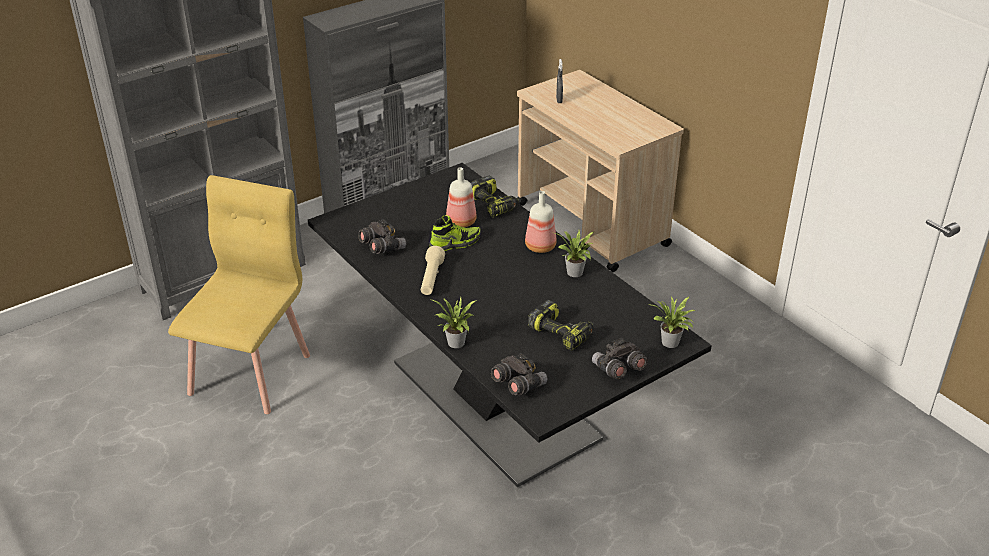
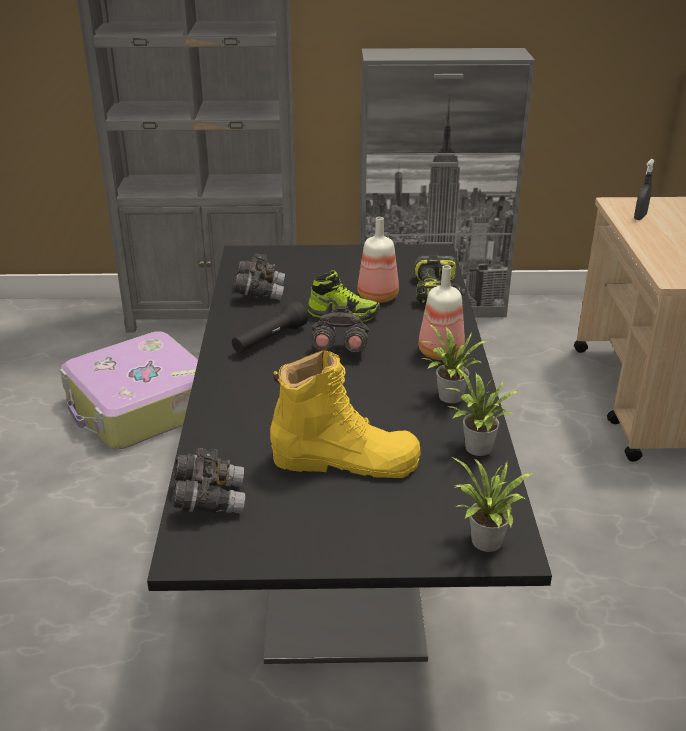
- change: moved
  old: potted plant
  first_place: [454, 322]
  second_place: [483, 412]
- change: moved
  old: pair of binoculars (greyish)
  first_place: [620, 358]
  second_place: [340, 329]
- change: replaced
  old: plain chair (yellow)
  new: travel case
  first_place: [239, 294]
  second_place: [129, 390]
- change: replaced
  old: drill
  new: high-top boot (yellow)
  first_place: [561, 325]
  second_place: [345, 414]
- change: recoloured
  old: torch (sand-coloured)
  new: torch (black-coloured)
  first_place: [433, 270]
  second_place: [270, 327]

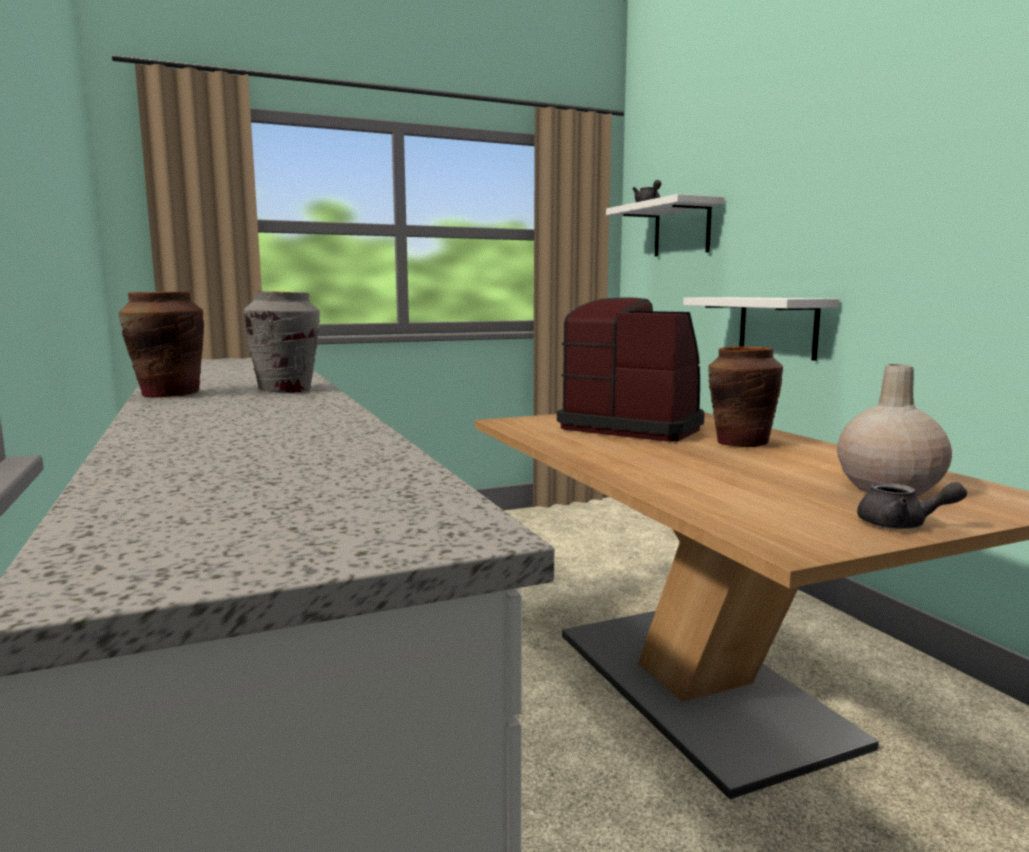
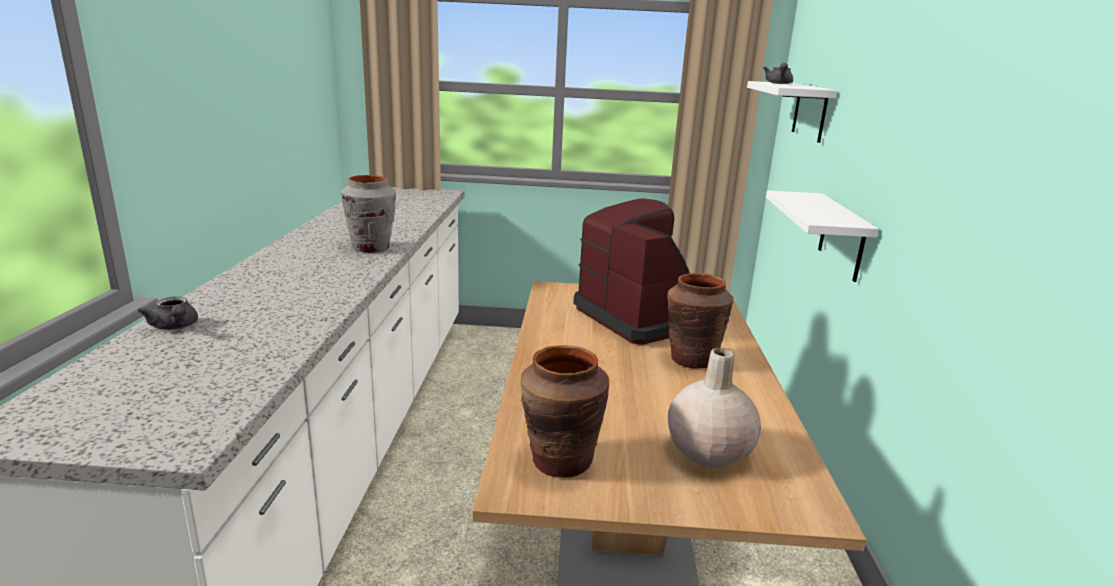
- change: moved
  old: vase (brownish)
  first_place: [161, 344]
  second_place: [565, 411]
- change: moved
  old: pot for tea (greyish)
  first_place: [912, 505]
  second_place: [168, 313]

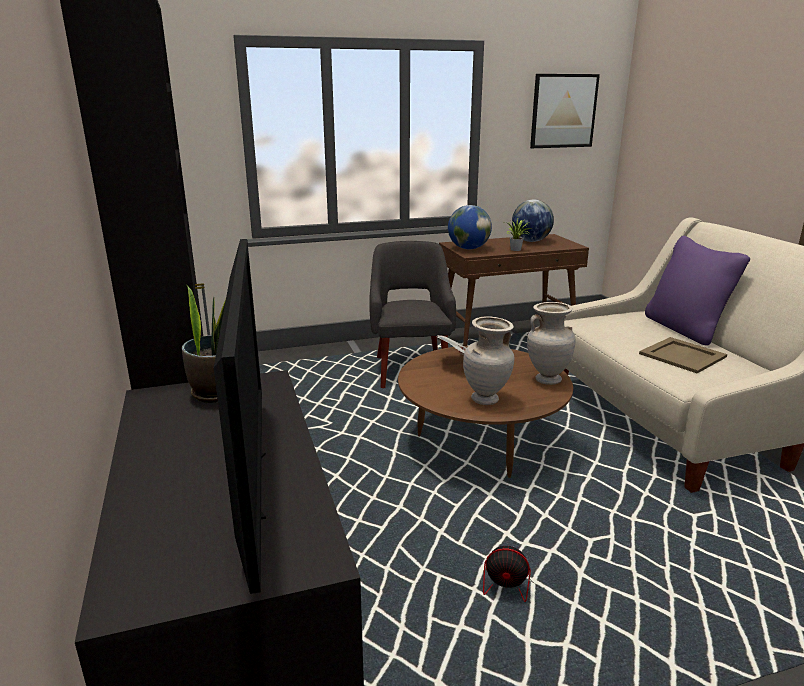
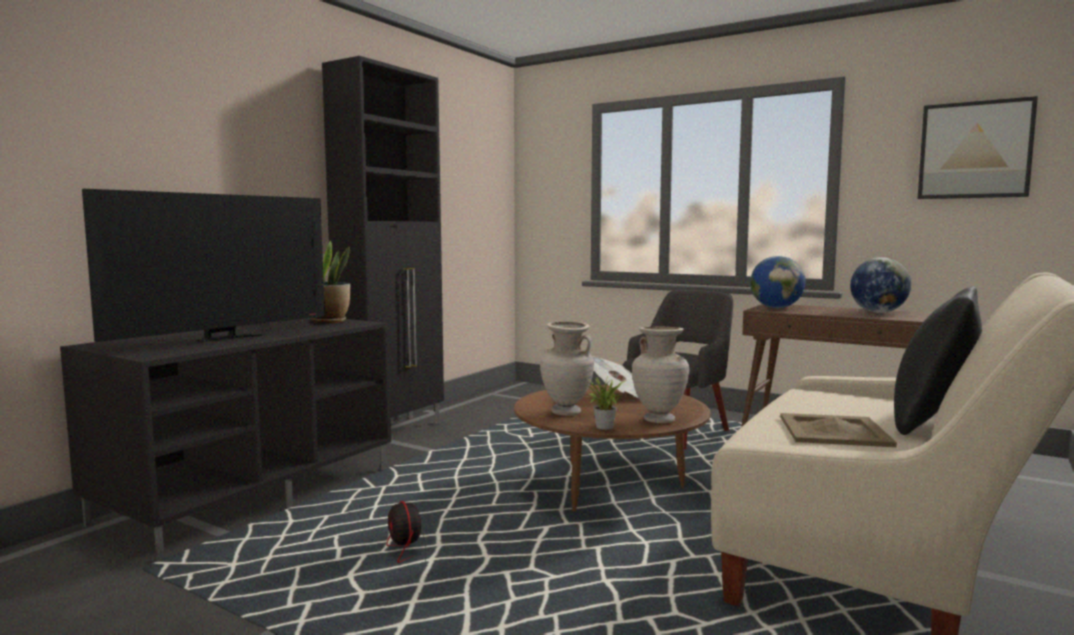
- change: moved
  old: potted plant
  first_place: [518, 235]
  second_place: [605, 402]
- change: recoloured
  old: pillow (purple)
  new: pillow (black-coloured)
  first_place: [697, 291]
  second_place: [938, 361]

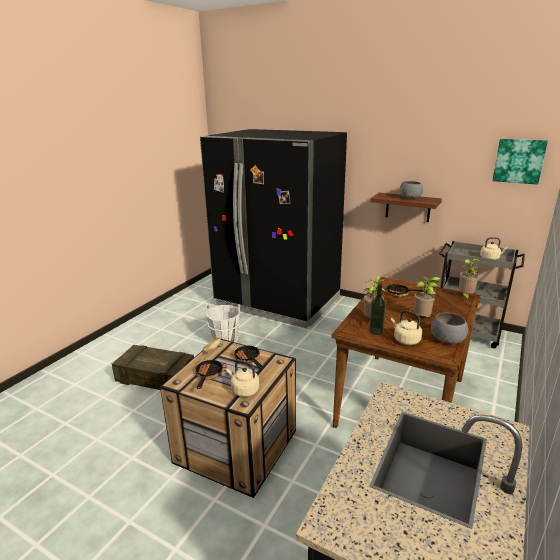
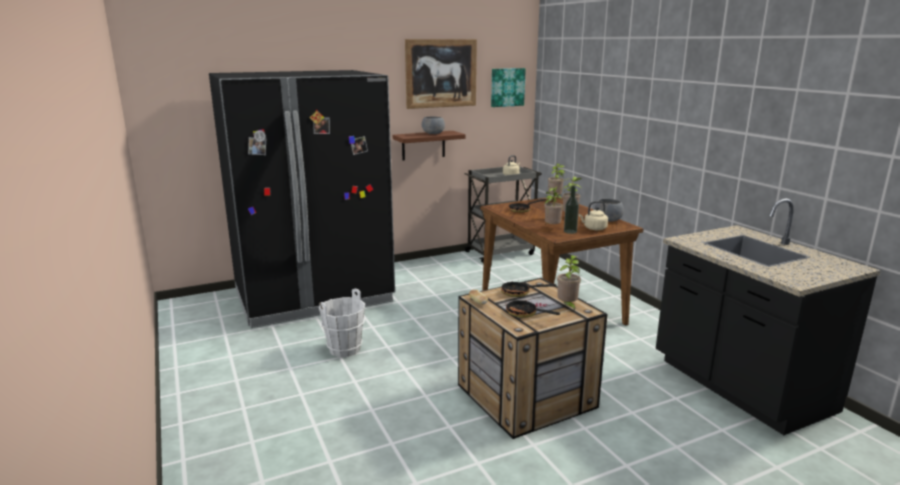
- change: removed
  old: shipping crate
  first_place: [153, 367]
- change: added
  new: wall art
  second_place: [441, 74]
- change: replaced
  old: water kettle (sand-coloured)
  new: potted plant
  first_place: [242, 378]
  second_place: [569, 283]

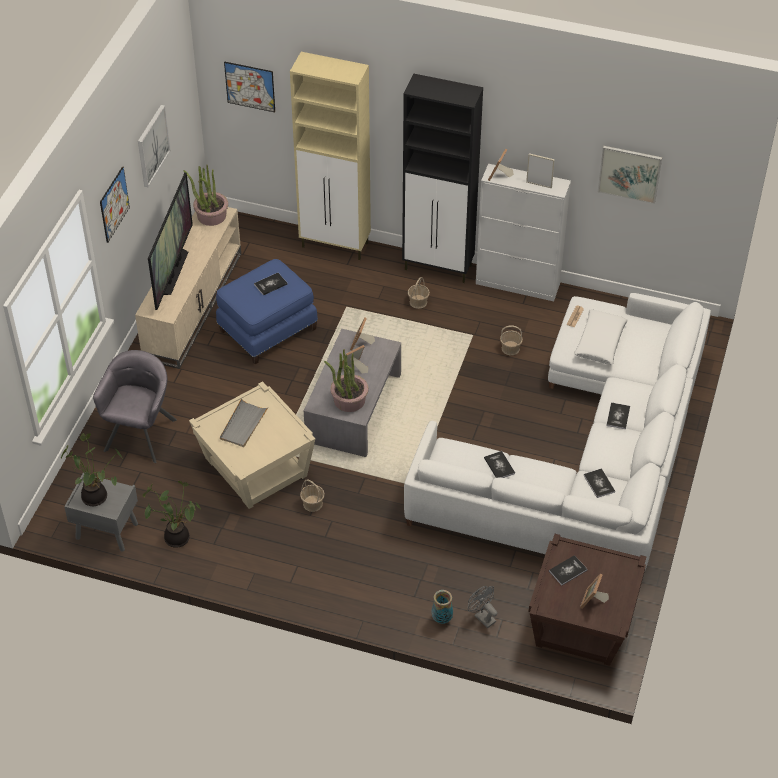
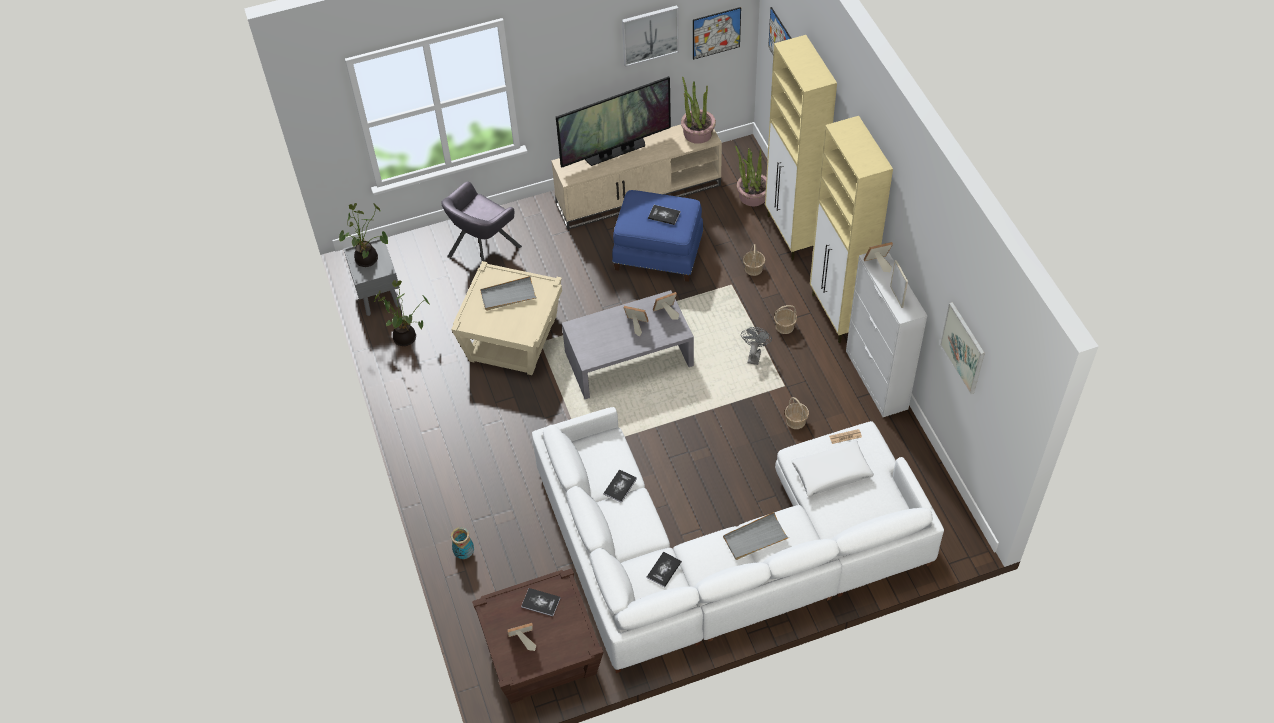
- change: moved
  old: wall art
  first_place: [115, 204]
  second_place: [717, 33]
- change: moved
  old: storage basket
  first_place: [312, 495]
  second_place: [754, 260]
- change: moved
  old: potted plant
  first_place: [346, 380]
  second_place: [750, 176]
- change: moved
  old: fan (greyish)
  first_place: [482, 607]
  second_place: [756, 346]
- change: replaced
  old: volume
  new: tray (greyish)
  first_place: [618, 415]
  second_place: [756, 536]
- change: recoloured
  old: storage cabinet (black-coloured)
  new: storage cabinet (sand-coloured)
  first_place: [442, 178]
  second_place: [851, 229]
- change: turned
  old: easy chair (greyish)
  first_place: [135, 406]
  second_place: [481, 221]
  degrees: 150

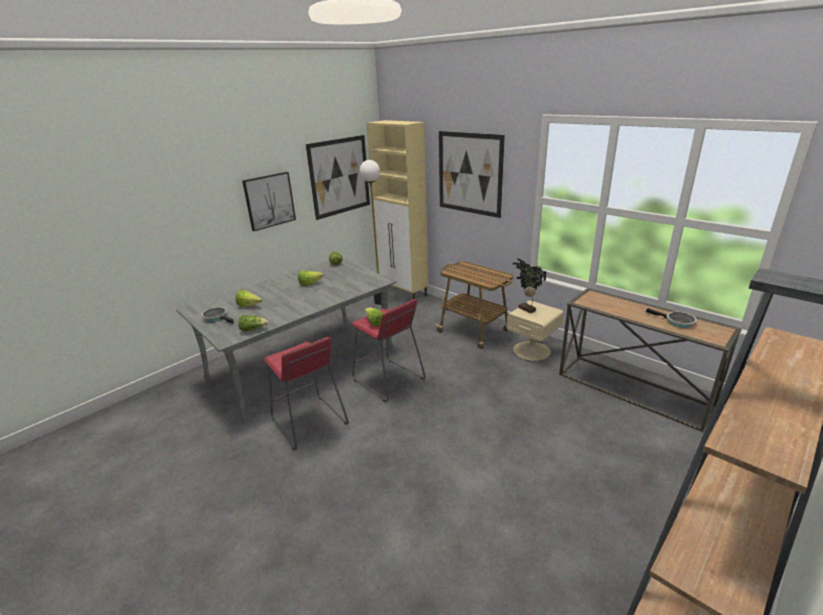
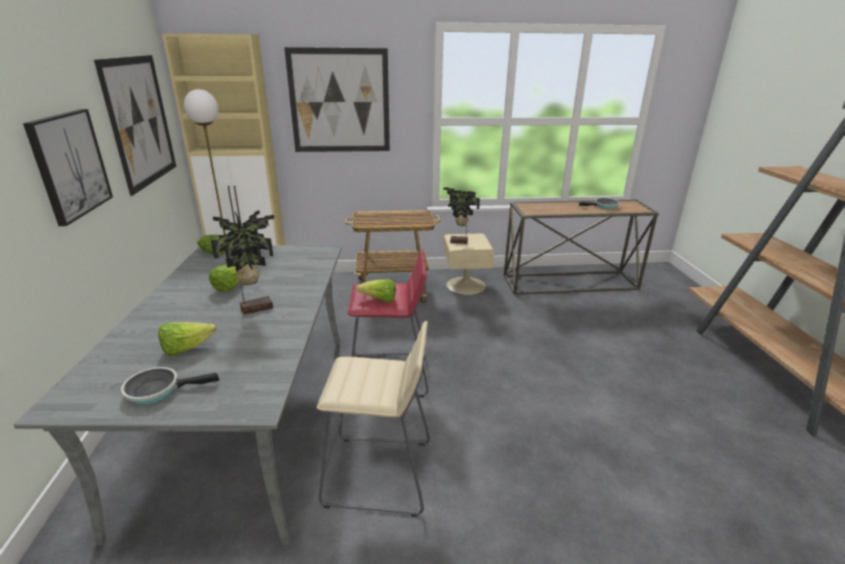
- change: removed
  old: lettuce
  first_place: [253, 323]
- change: added
  new: potted plant
  second_place: [242, 262]
- change: recoloured
  old: sitting stool (red-coloured)
  new: sitting stool (sand-coloured)
  first_place: [306, 393]
  second_place: [373, 419]

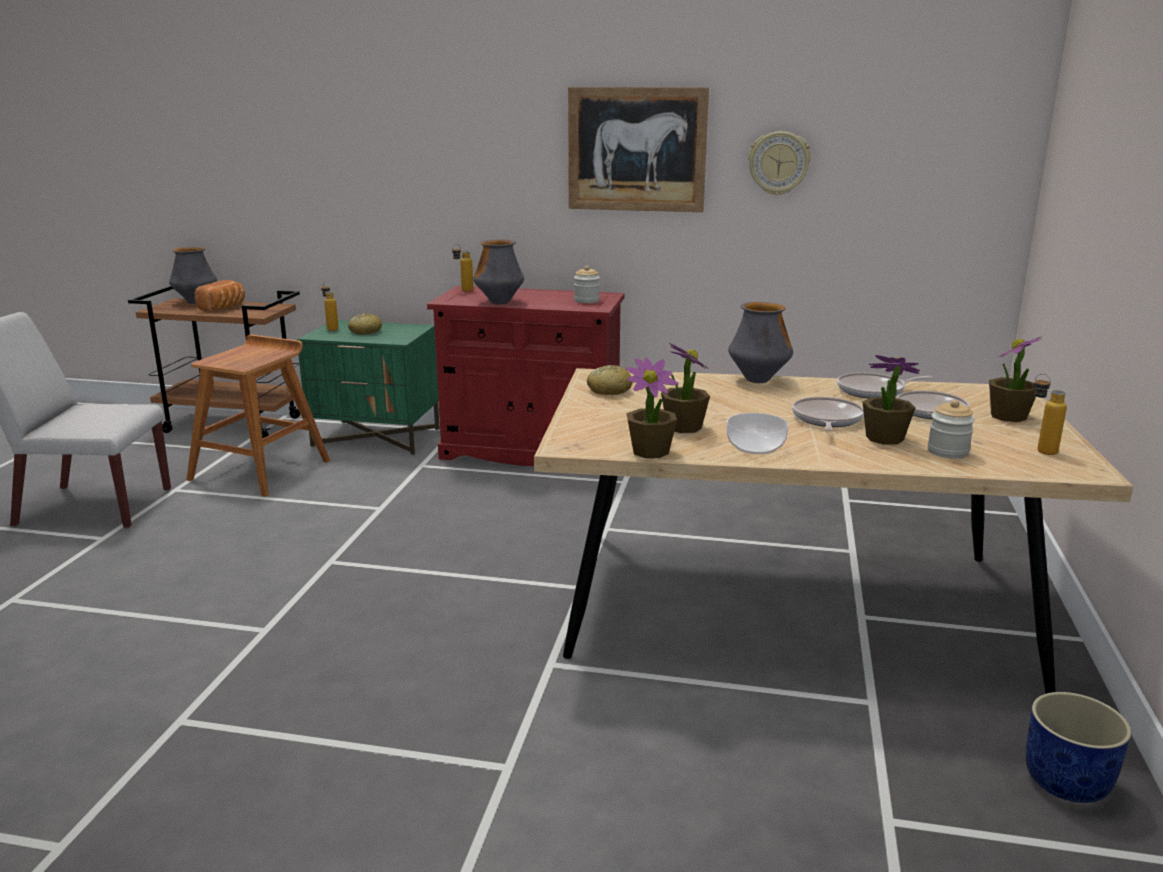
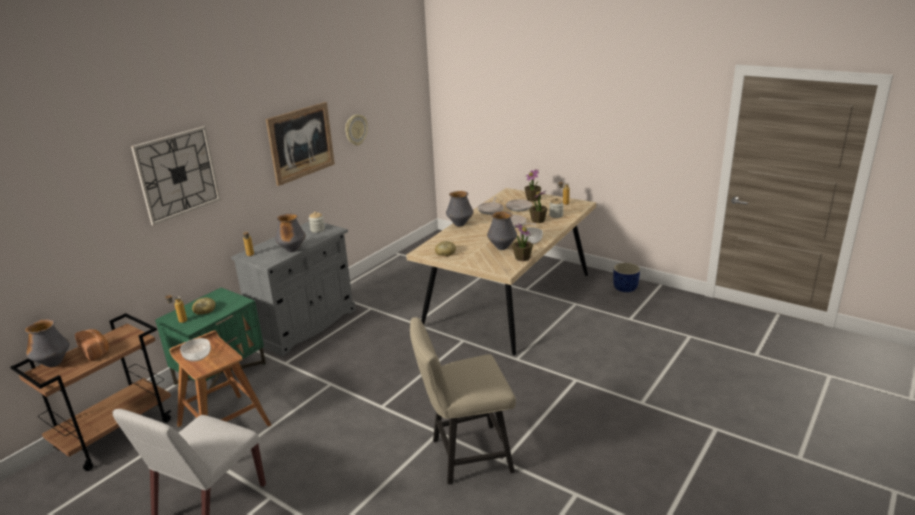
- change: added
  new: clock on the wall
  second_place: [176, 176]
- change: added
  new: deep dish
  second_place: [195, 350]
- change: added
  new: plain chair (sand-coloured)
  second_place: [463, 400]
- change: replaced
  old: potted plant
  new: vase
  first_place: [685, 388]
  second_place: [502, 231]
- change: recoloured
  old: storage cabinet (red-coloured)
  new: storage cabinet (greyish)
  first_place: [526, 376]
  second_place: [293, 288]

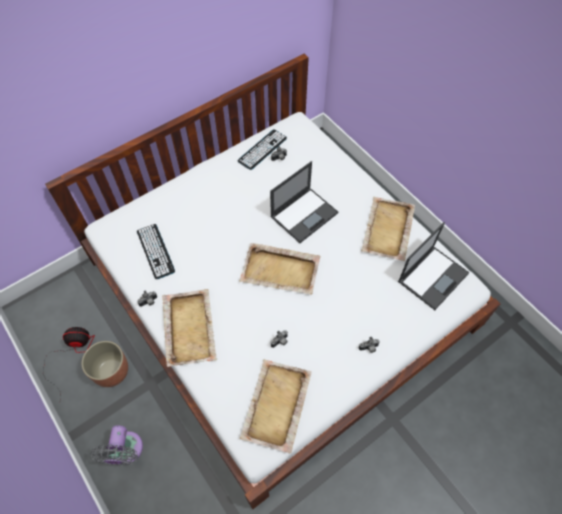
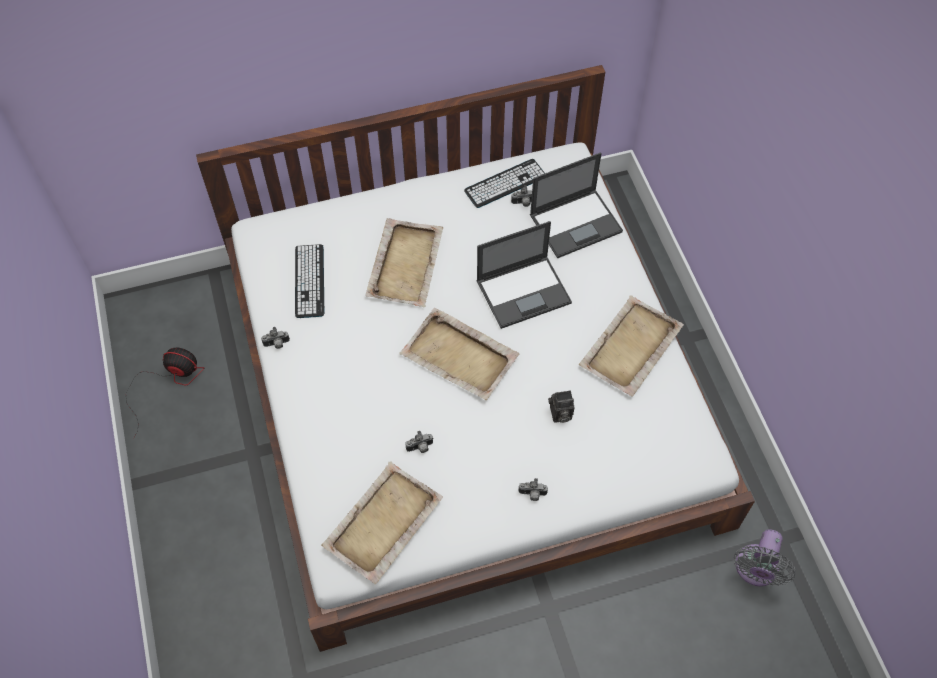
- change: removed
  old: plant pot
  first_place: [105, 364]
- change: added
  new: photo camera
  second_place: [561, 406]
- change: moved
  old: fan (greyish)
  first_place: [117, 445]
  second_place: [764, 557]
- change: moved
  old: tray (sand-coloured)
  first_place: [189, 328]
  second_place: [404, 262]
- change: moved
  old: laptop
  first_place: [433, 266]
  second_place: [576, 205]

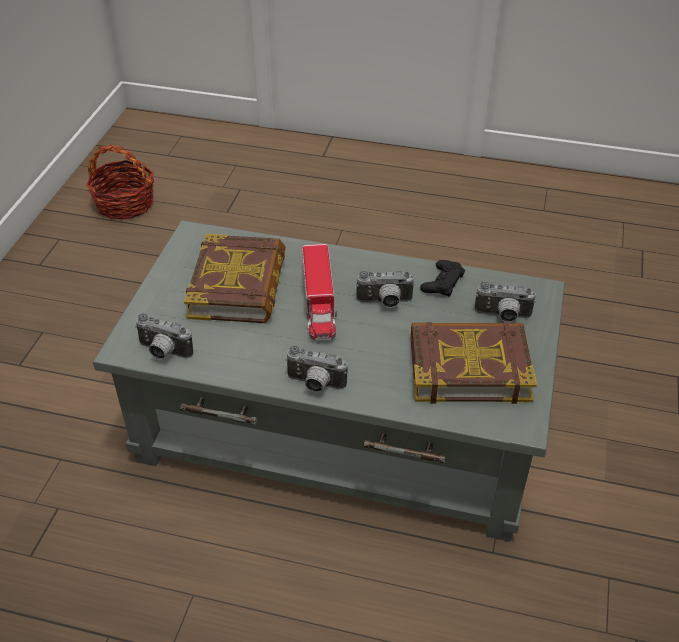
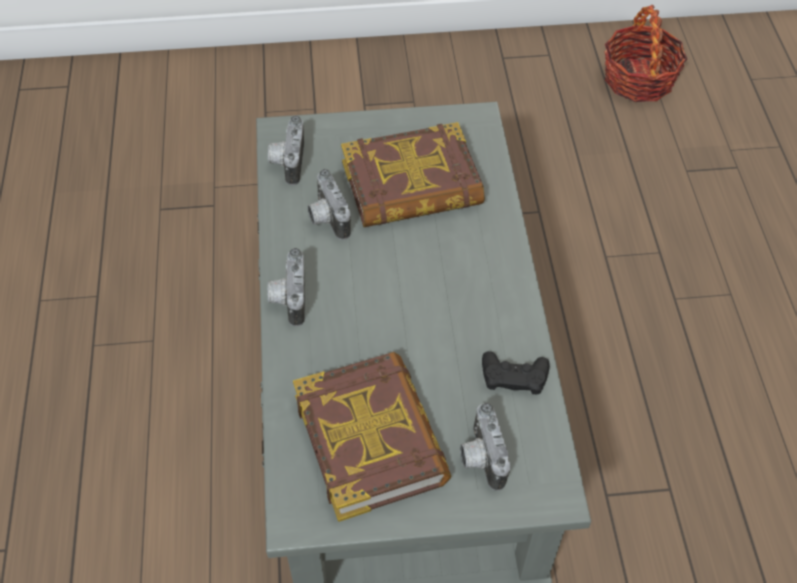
- change: removed
  old: model truck
  first_place: [319, 292]
- change: moved
  old: photo camera
  first_place: [385, 289]
  second_place: [329, 204]

